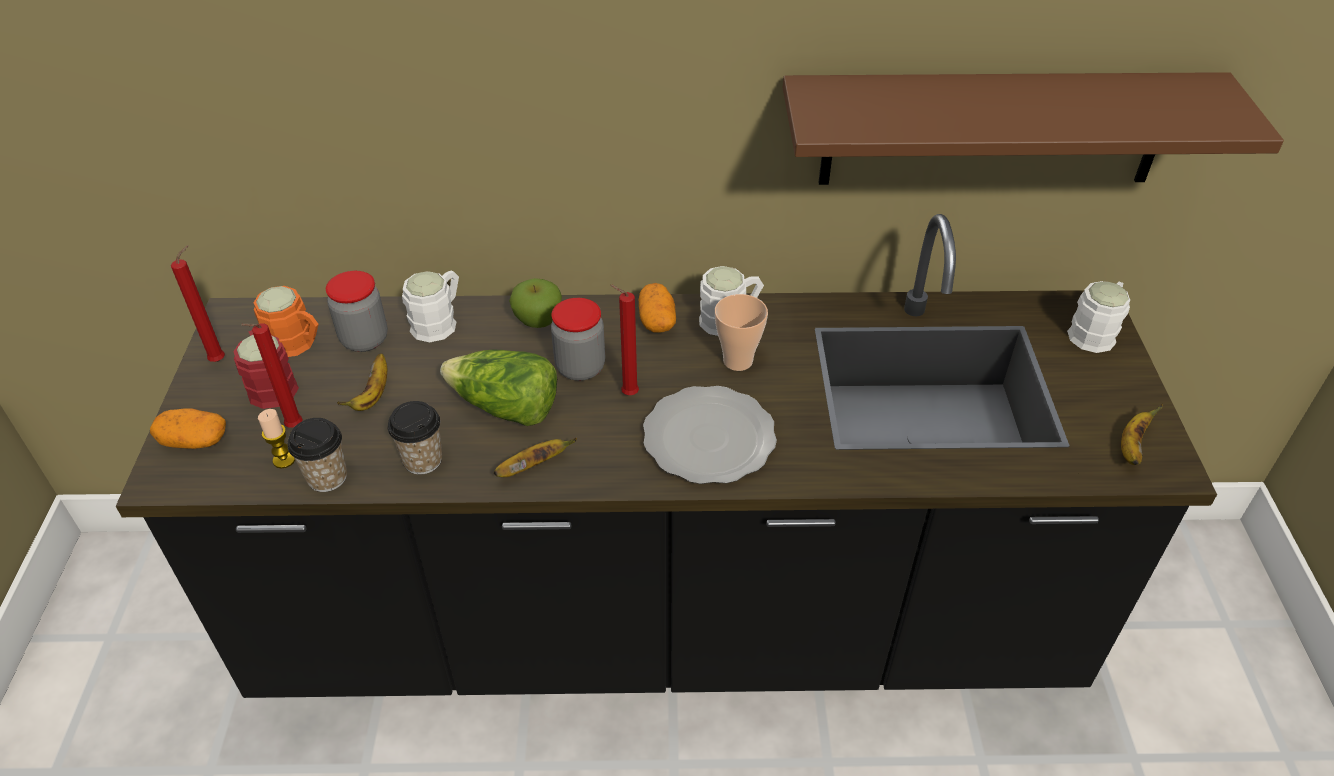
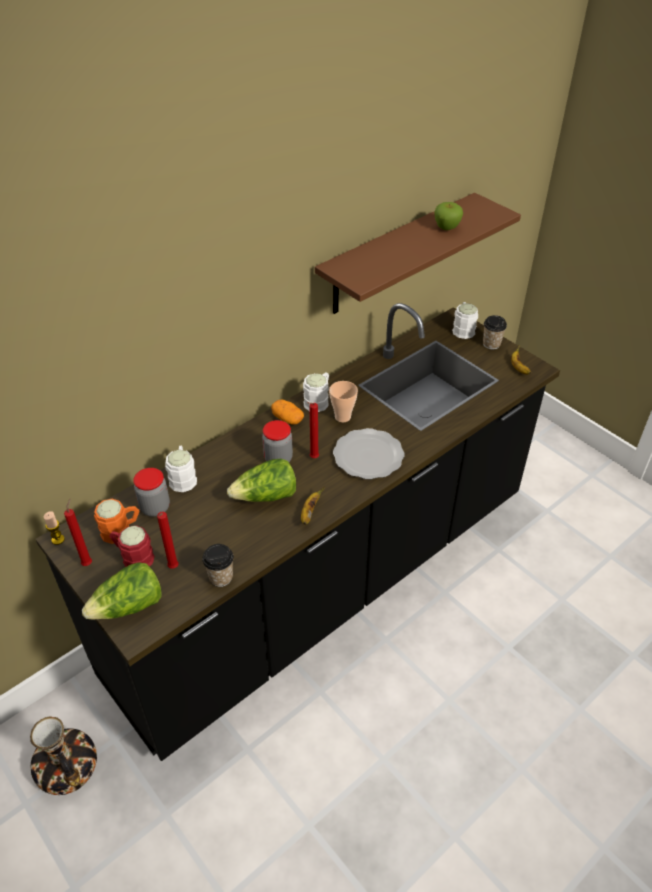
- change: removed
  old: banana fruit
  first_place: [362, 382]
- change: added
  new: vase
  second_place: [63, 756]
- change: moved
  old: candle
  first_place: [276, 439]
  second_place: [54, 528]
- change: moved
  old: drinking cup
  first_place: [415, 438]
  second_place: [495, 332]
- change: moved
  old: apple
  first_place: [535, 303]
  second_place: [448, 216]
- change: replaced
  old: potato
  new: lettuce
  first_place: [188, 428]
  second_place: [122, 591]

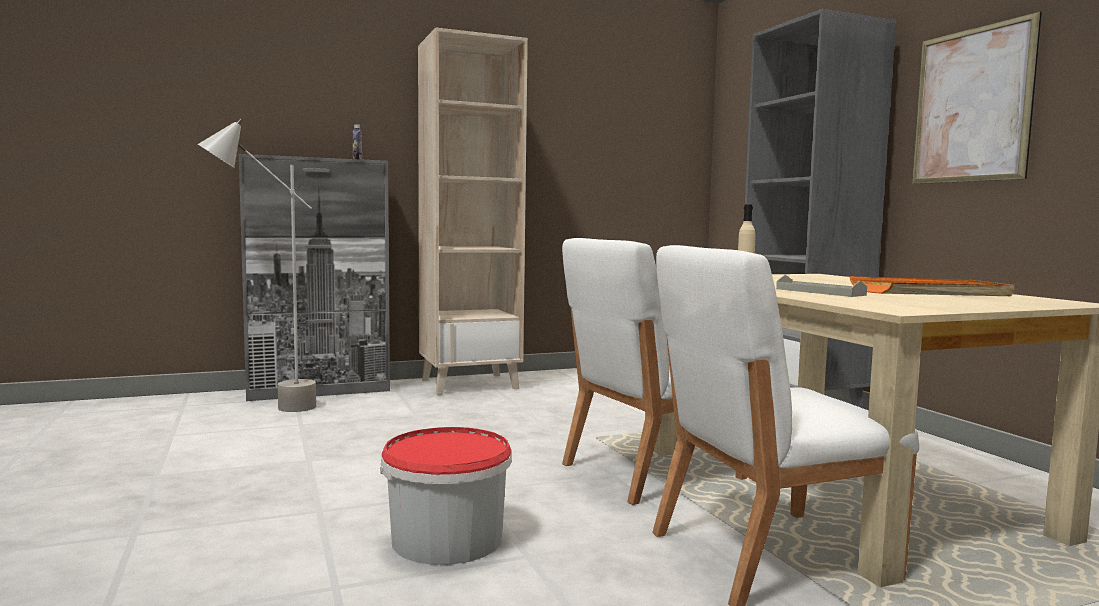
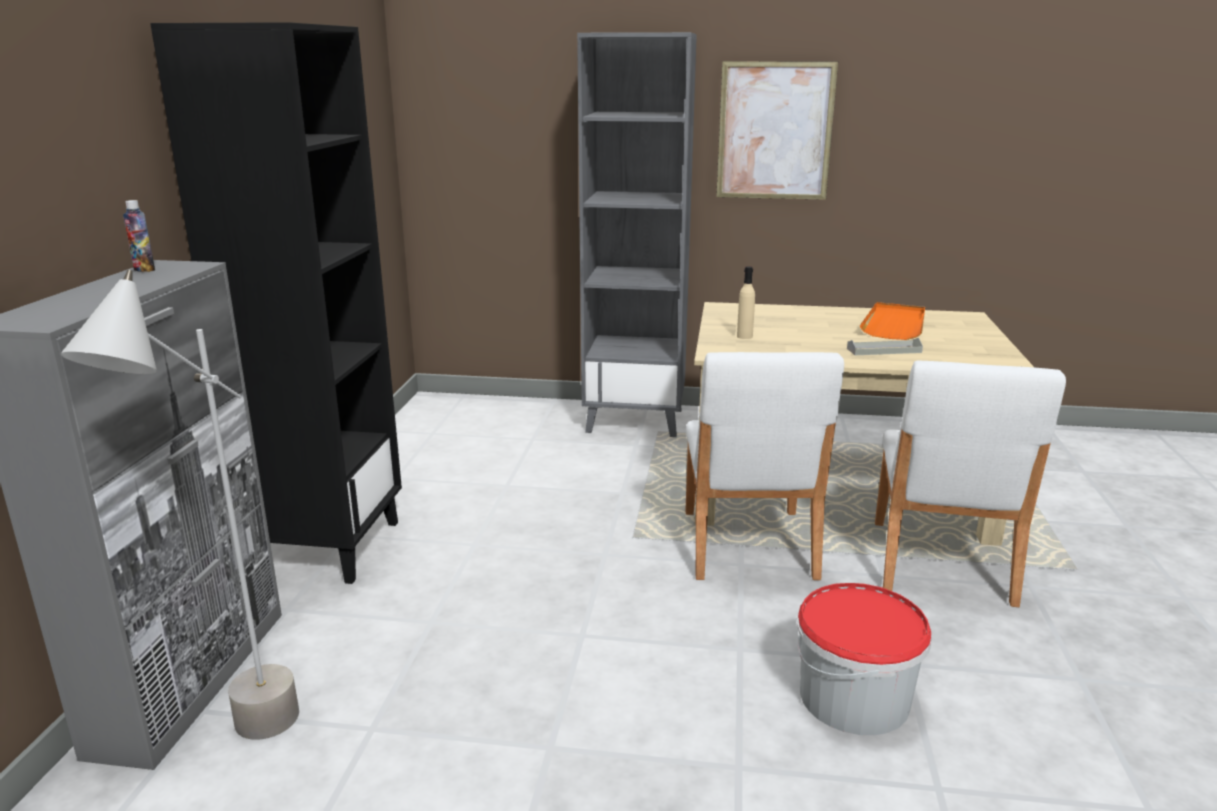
- change: recoloured
  old: bookshelf (sand-coloured)
  new: bookshelf (black-coloured)
  first_place: [473, 211]
  second_place: [276, 303]

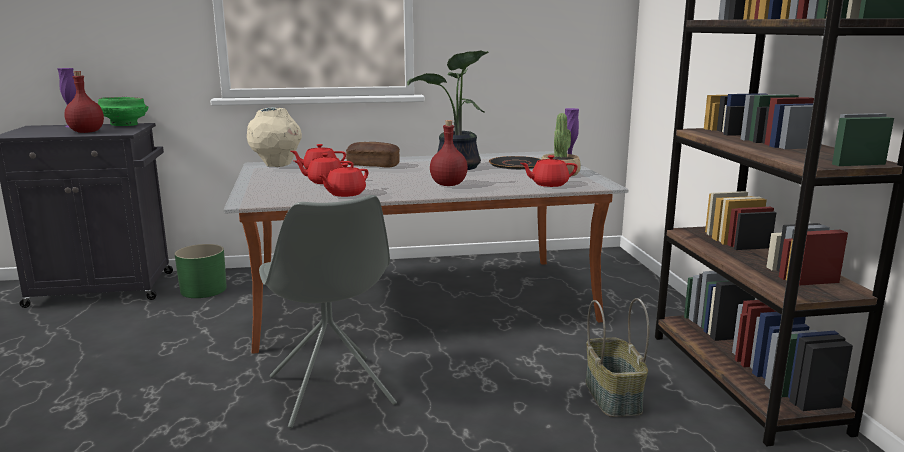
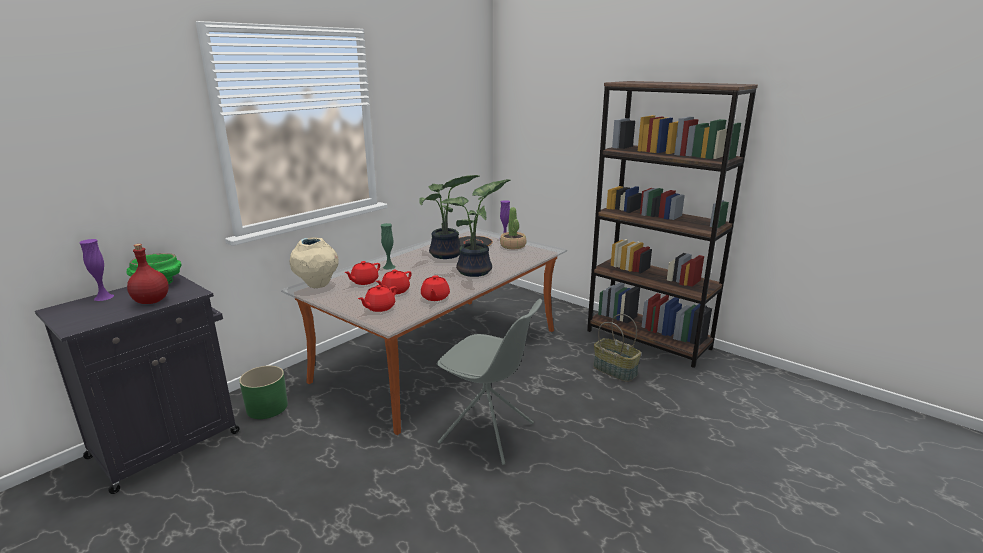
- change: moved
  old: pot for tea (red-coloured)
  first_place: [549, 171]
  second_place: [377, 298]
- change: replaced
  old: bread
  new: vase (green)
  first_place: [373, 155]
  second_place: [388, 246]
- change: replaced
  old: drink bottle (red-coloured)
  new: potted plant
  first_place: [449, 153]
  second_place: [475, 228]

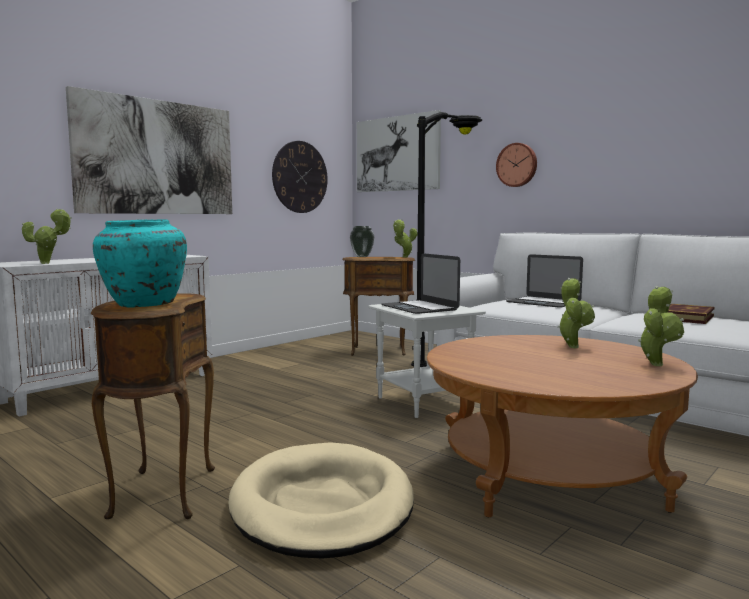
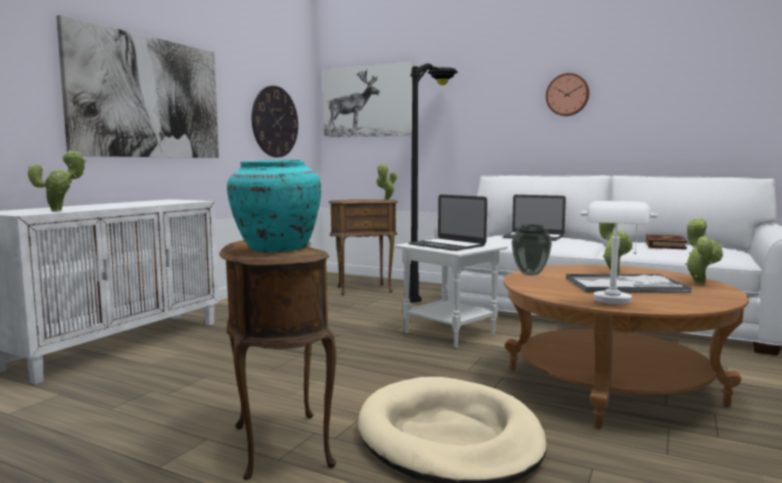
- change: added
  new: tray
  second_place: [629, 283]
- change: added
  new: lamp for a table (white-coloured)
  second_place: [619, 252]
- change: moved
  old: vase
  first_place: [362, 241]
  second_place: [531, 250]
- change: moved
  old: clock on the wall
  first_place: [516, 165]
  second_place: [567, 94]

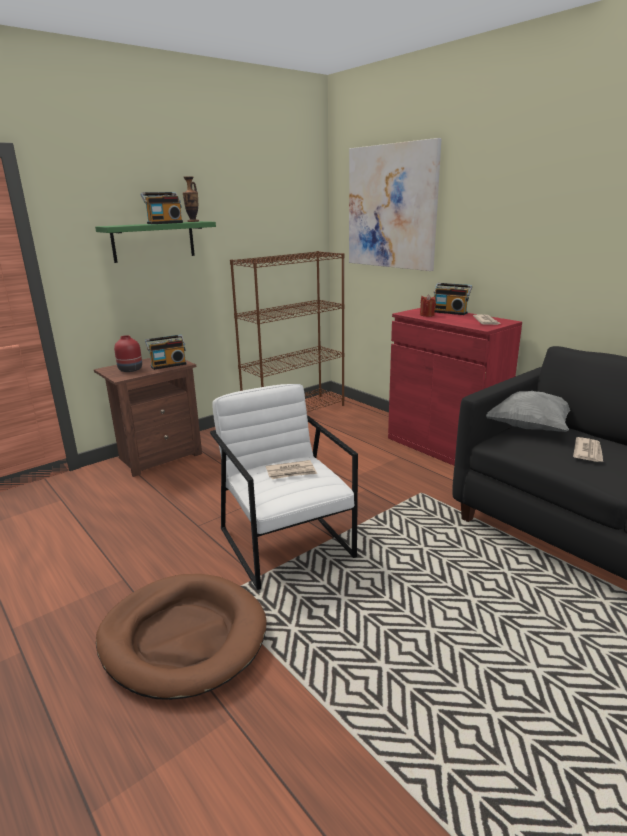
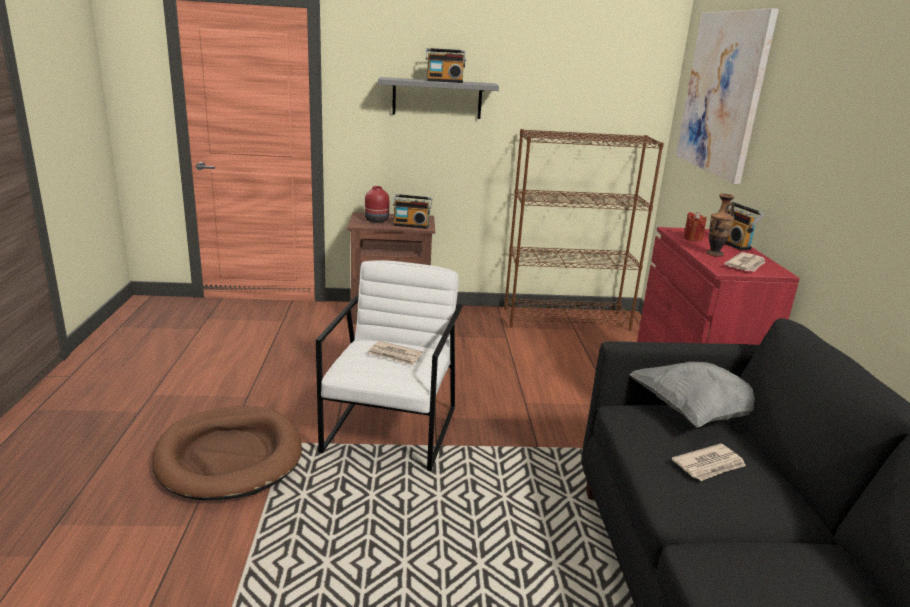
- change: moved
  old: vase
  first_place: [191, 199]
  second_place: [720, 225]
- change: recoloured
  old: bracket shelf (green)
  new: bracket shelf (greyish)
  first_place: [155, 242]
  second_place: [438, 98]

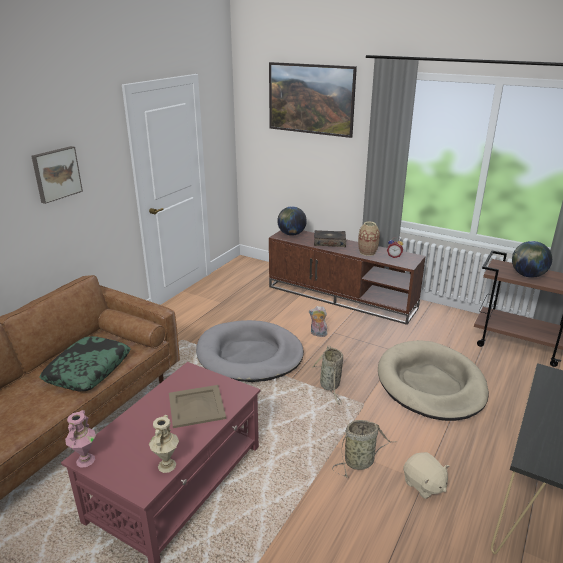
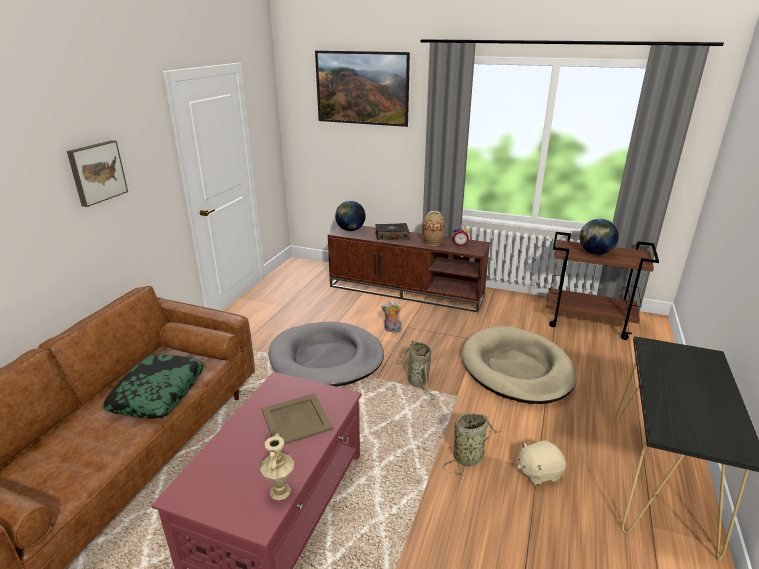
- change: removed
  old: vase (pinkish)
  first_place: [80, 439]
- change: turned
  old: plush toy (sand-coloured)
  first_place: [426, 475]
  second_place: [541, 463]
  degrees: 120

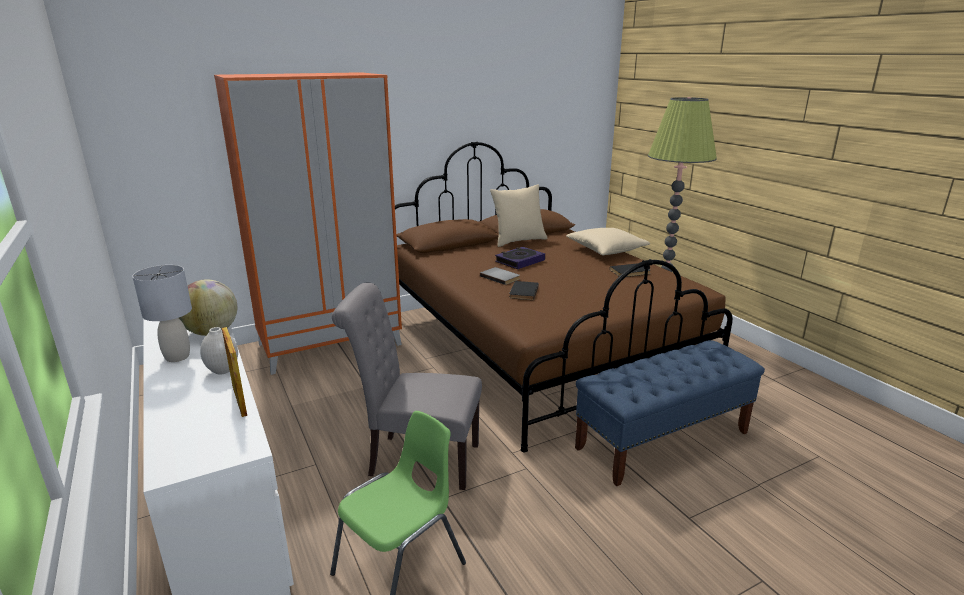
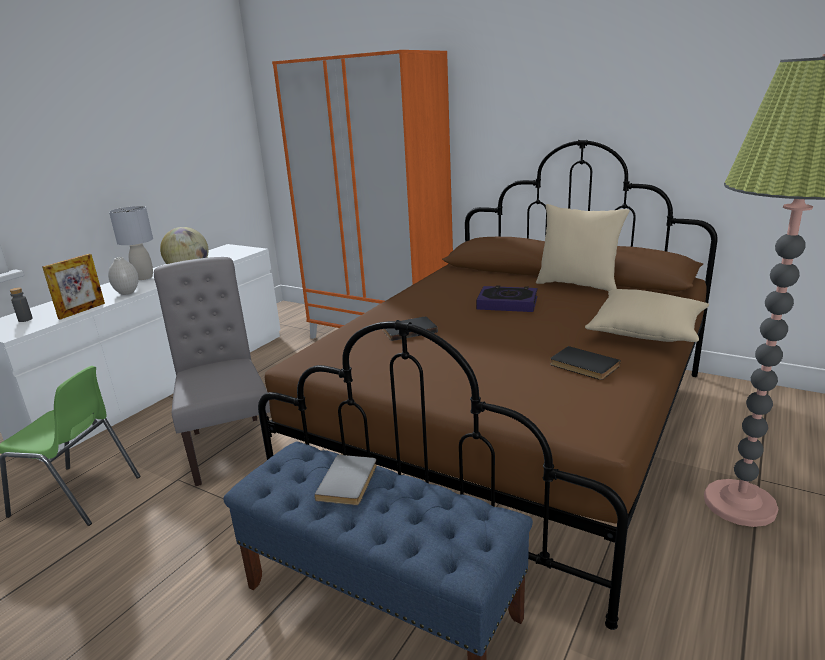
- change: added
  new: drink bottle (greyish)
  second_place: [21, 304]
- change: moved
  old: volume (greyish)
  first_place: [500, 276]
  second_place: [345, 480]

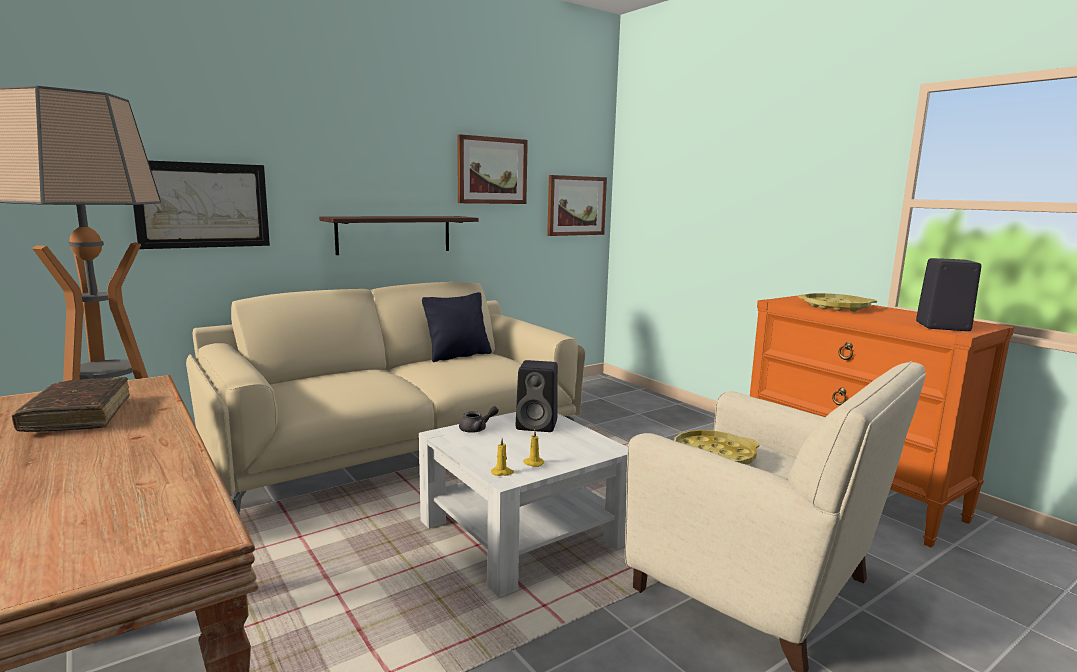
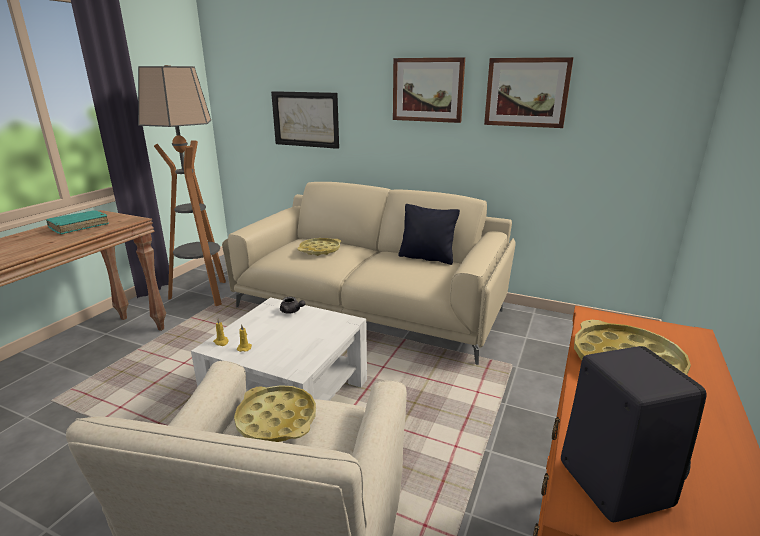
- change: removed
  old: bracket shelf
  first_place: [399, 235]
- change: removed
  old: speaker (black-coloured)
  first_place: [537, 396]
- change: added
  new: tray (yellow)
  second_place: [319, 247]
- change: moved
  old: wall art
  first_place: [577, 205]
  second_place: [429, 90]
- change: recoloured
  old: volume (brownish)
  new: volume (turquoise)
  first_place: [71, 404]
  second_place: [77, 222]

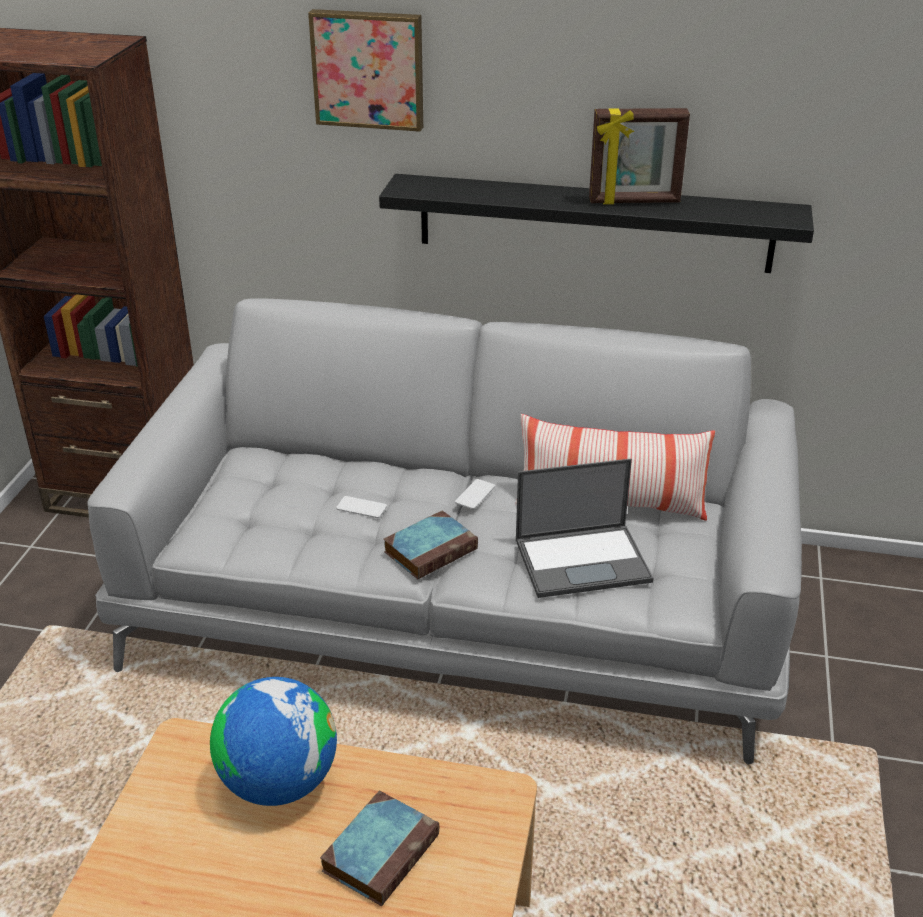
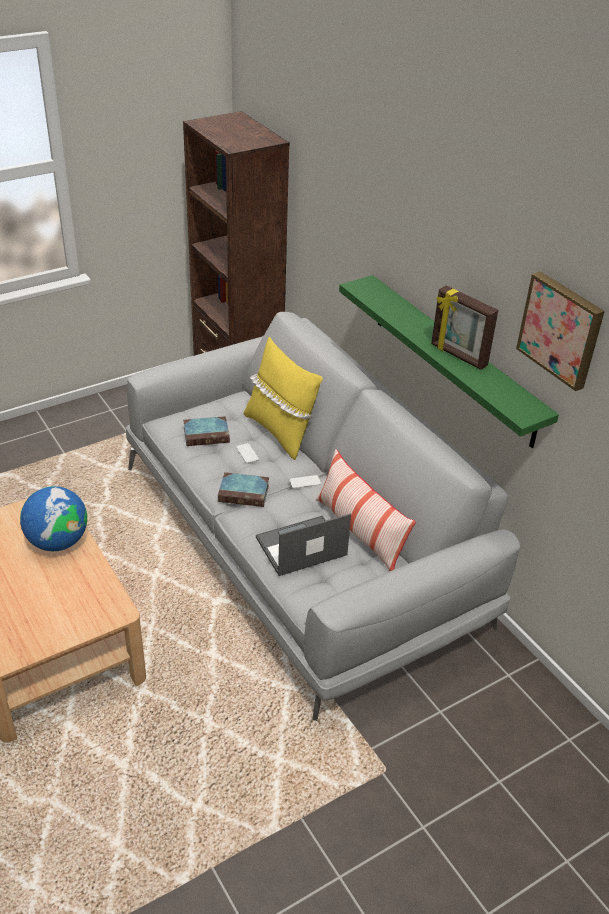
- change: added
  new: pillow (yellow)
  second_place: [283, 398]
- change: moved
  old: wall art
  first_place: [365, 70]
  second_place: [560, 331]
- change: moved
  old: volume
  first_place: [379, 848]
  second_place: [206, 431]
- change: recoloured
  old: bracket shelf (black-coloured)
  new: bracket shelf (green)
  first_place: [596, 223]
  second_place: [449, 361]
- change: turned
  old: laptop
  first_place: [584, 528]
  second_place: [303, 544]
  degrees: 120

